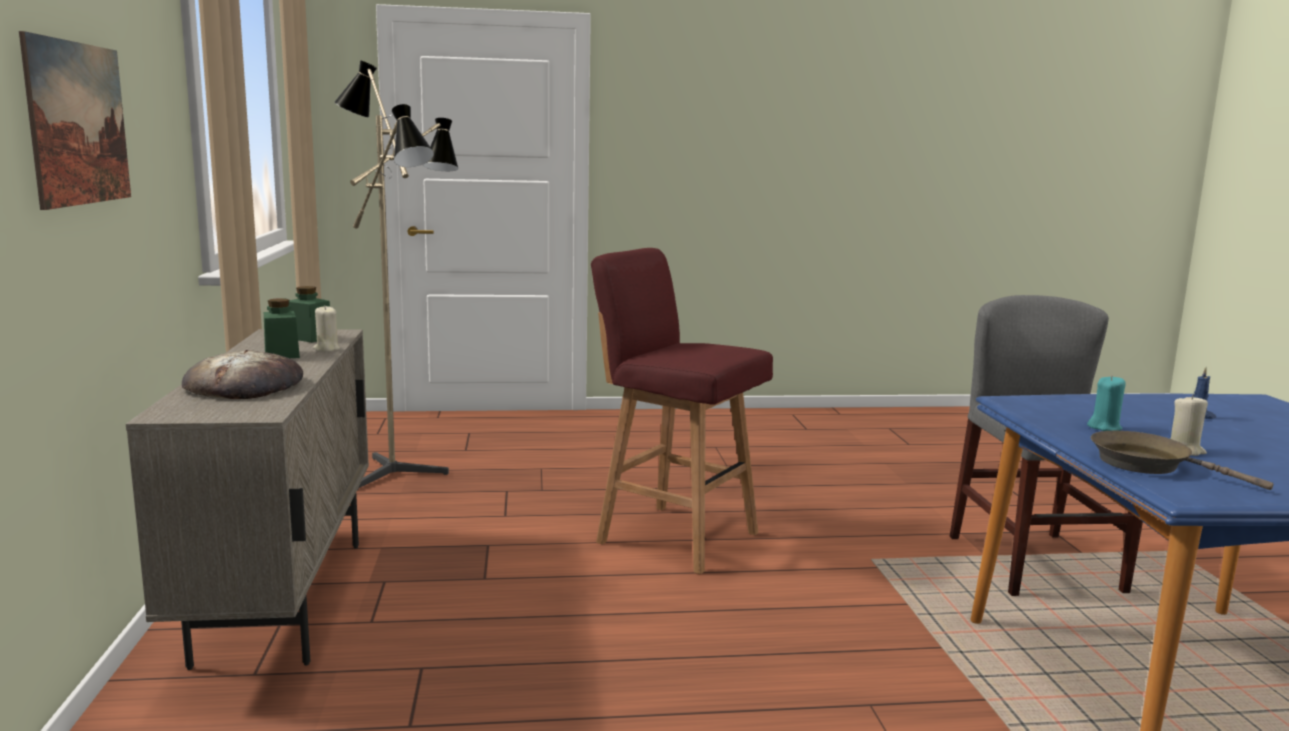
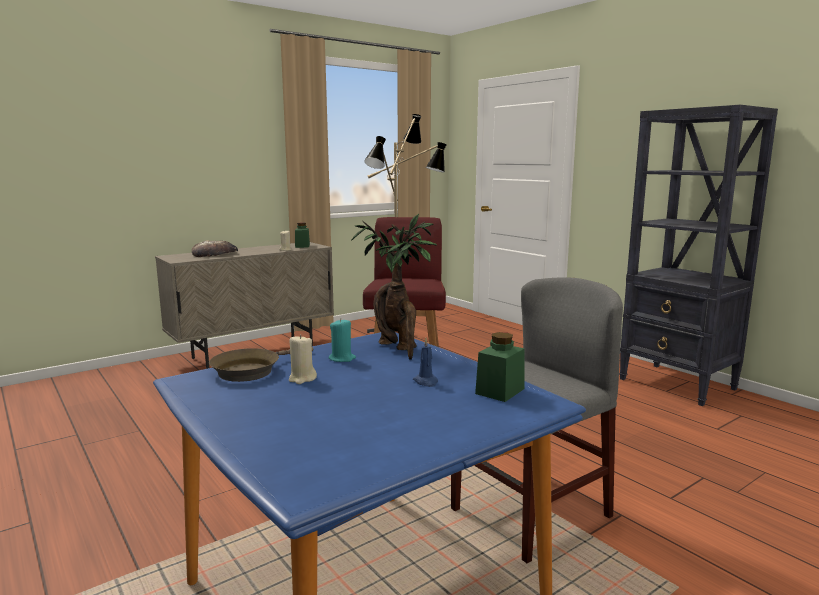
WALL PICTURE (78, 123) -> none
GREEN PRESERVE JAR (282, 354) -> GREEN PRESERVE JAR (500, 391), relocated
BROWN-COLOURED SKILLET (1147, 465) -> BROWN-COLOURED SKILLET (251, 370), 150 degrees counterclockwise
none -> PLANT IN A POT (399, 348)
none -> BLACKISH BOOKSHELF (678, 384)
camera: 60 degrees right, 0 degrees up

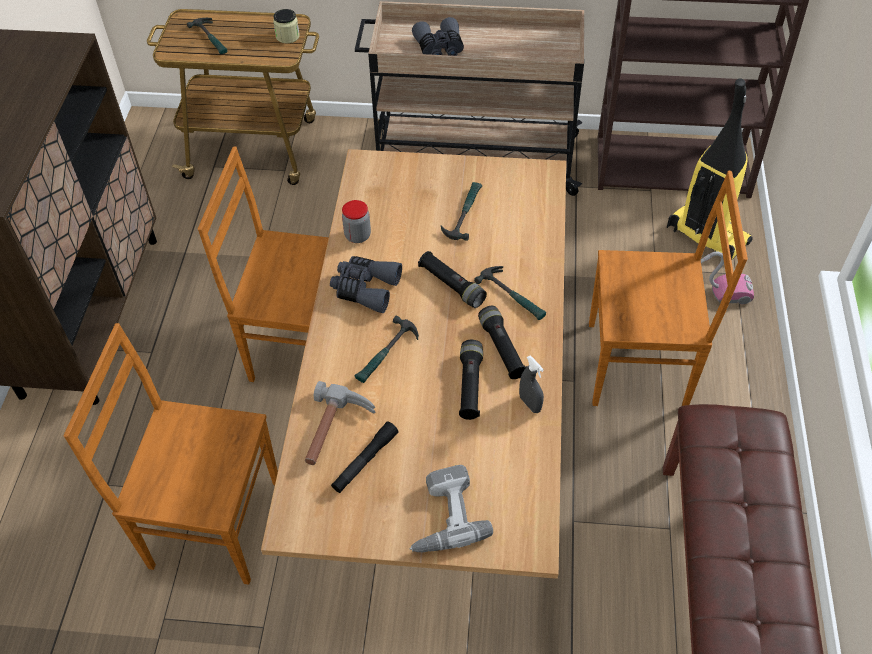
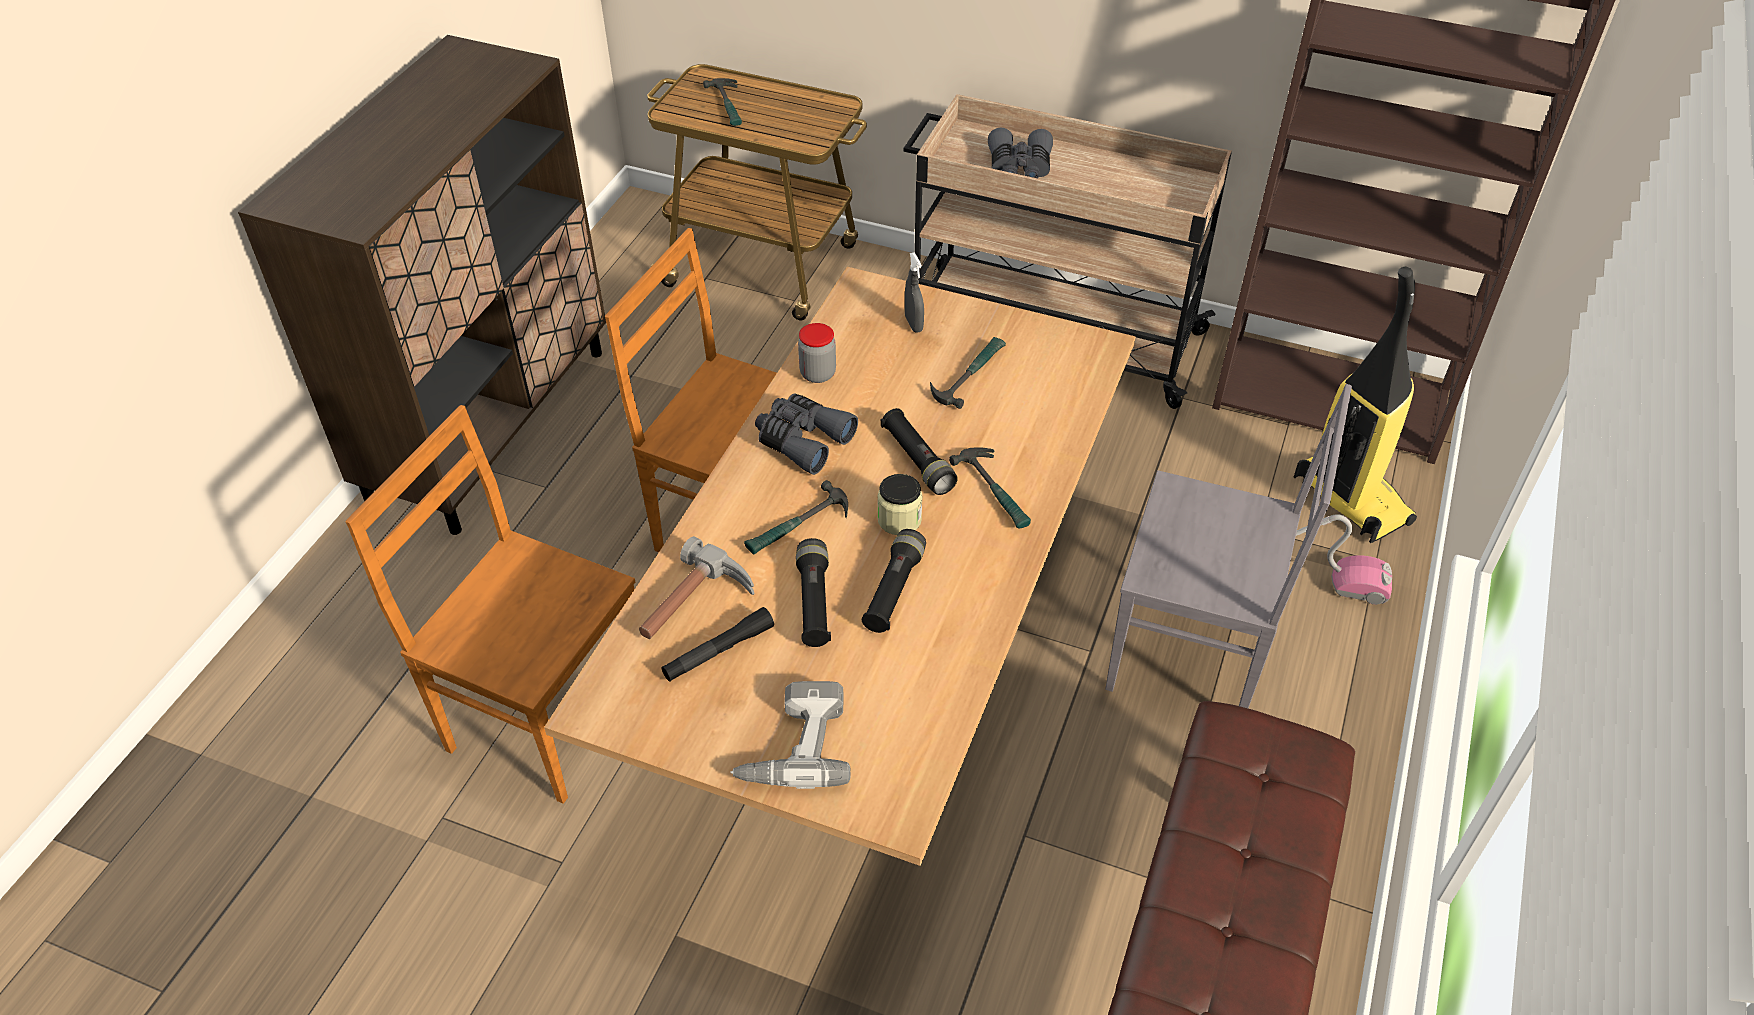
PRESERVE JAR (287, 36) -> PRESERVE JAR (899, 520), relocated
BLACKISH FLASHLIGHT (502, 349) -> BLACKISH FLASHLIGHT (814, 602), relocated
GREY SPRAYER (530, 404) -> GREY SPRAYER (913, 324), relocated
BROWN-COLOURED CHAIR (640, 365) -> GREY CHAIR (1193, 652)
camera: 15 degrees right, 5 degrees down

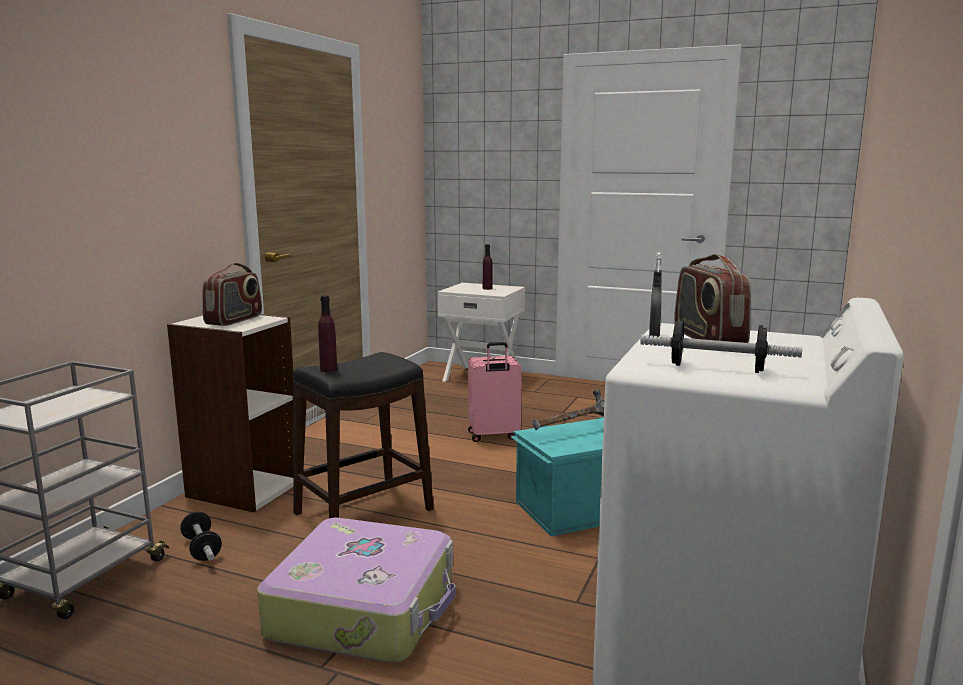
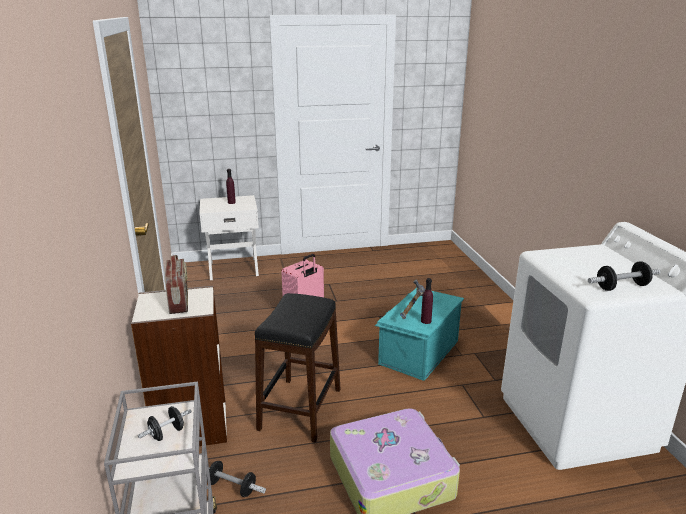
PURPLE DRINK BOTTLE (328, 369) -> PURPLE DRINK BOTTLE (426, 321), relocated
GREY SPRAYER (654, 335) -> none
RADIO (707, 339) -> none
none -> BLACKISH HAND WEIGHT (167, 433)
camera: 35 degrees left, 10 degrees up

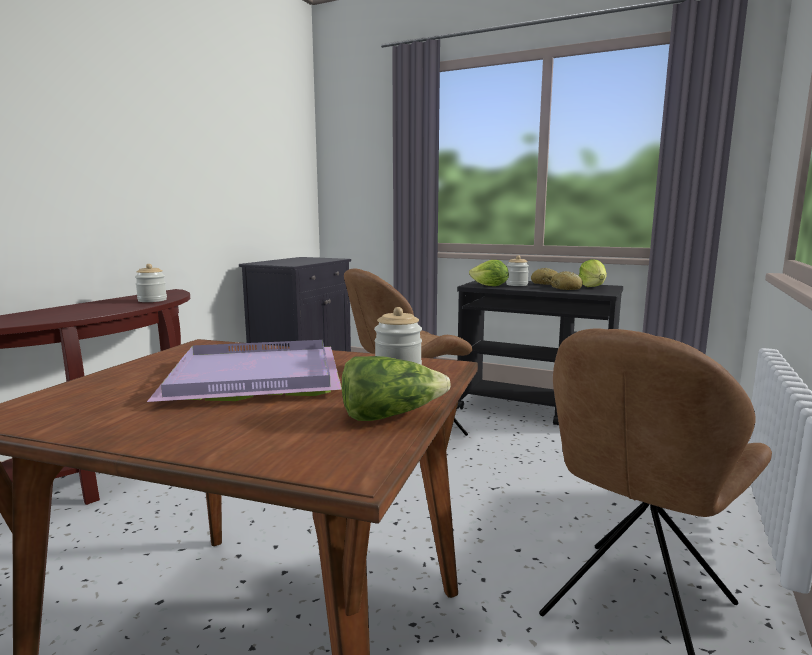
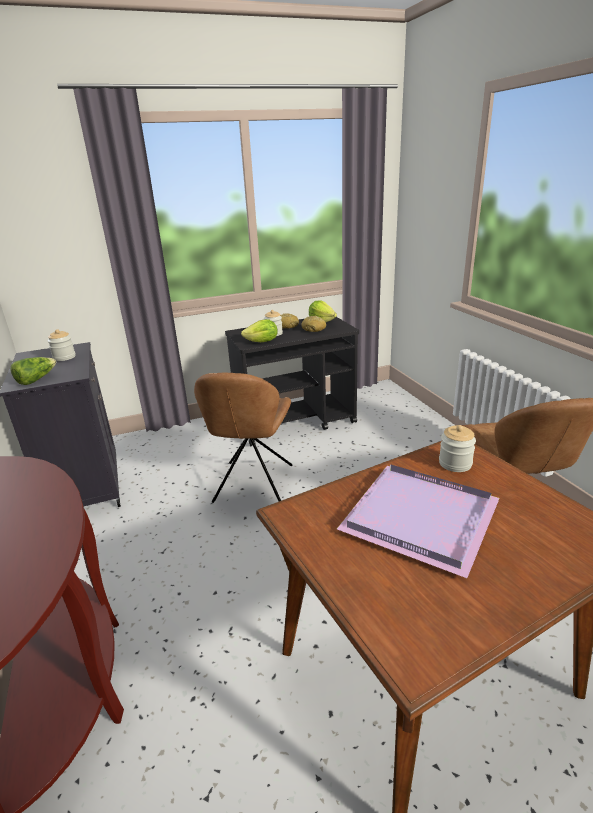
PRESERVE JAR (152, 300) -> PRESERVE JAR (64, 357), relocated
LETTUCE HEAD (390, 415) -> LETTUCE HEAD (36, 379), relocated
camera: 45 degrees left, 15 degrees up

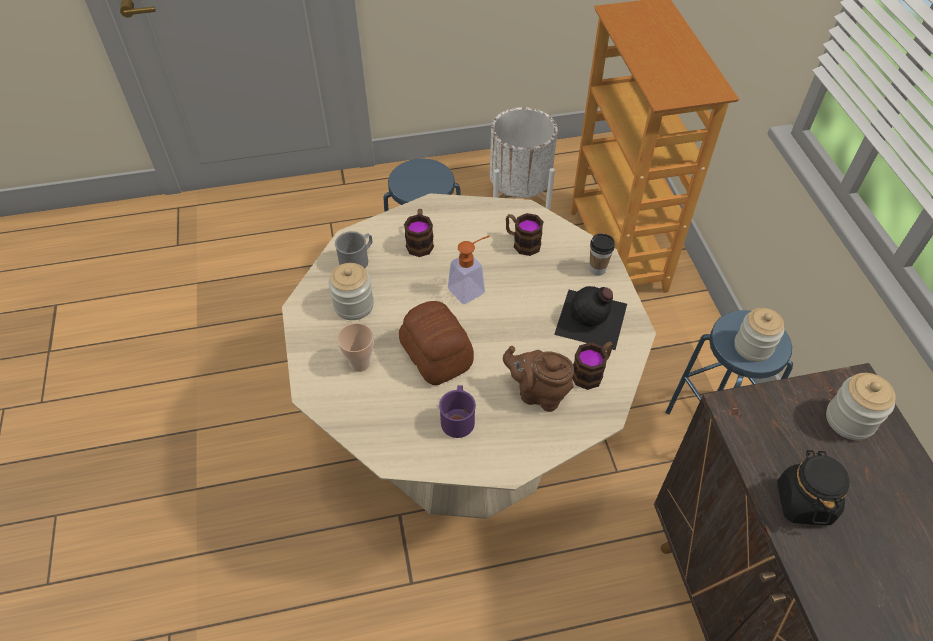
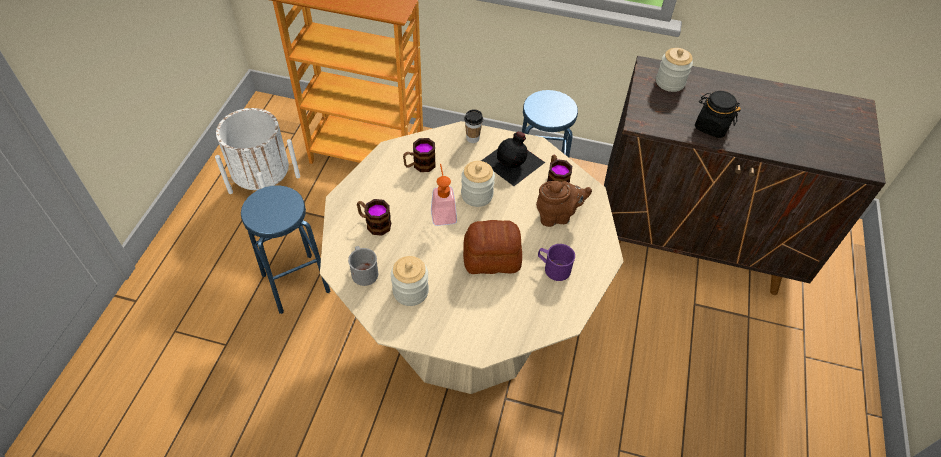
DRINKING CUP (360, 363) -> none
BROWN-COLOURED TEA POT (538, 393) -> BROWN-COLOURED TEA POT (557, 216), 150 degrees counterclockwise
PRESERVE JAR (753, 347) -> PRESERVE JAR (477, 195), relocated
camera: 65 degrees left, 0 degrees up

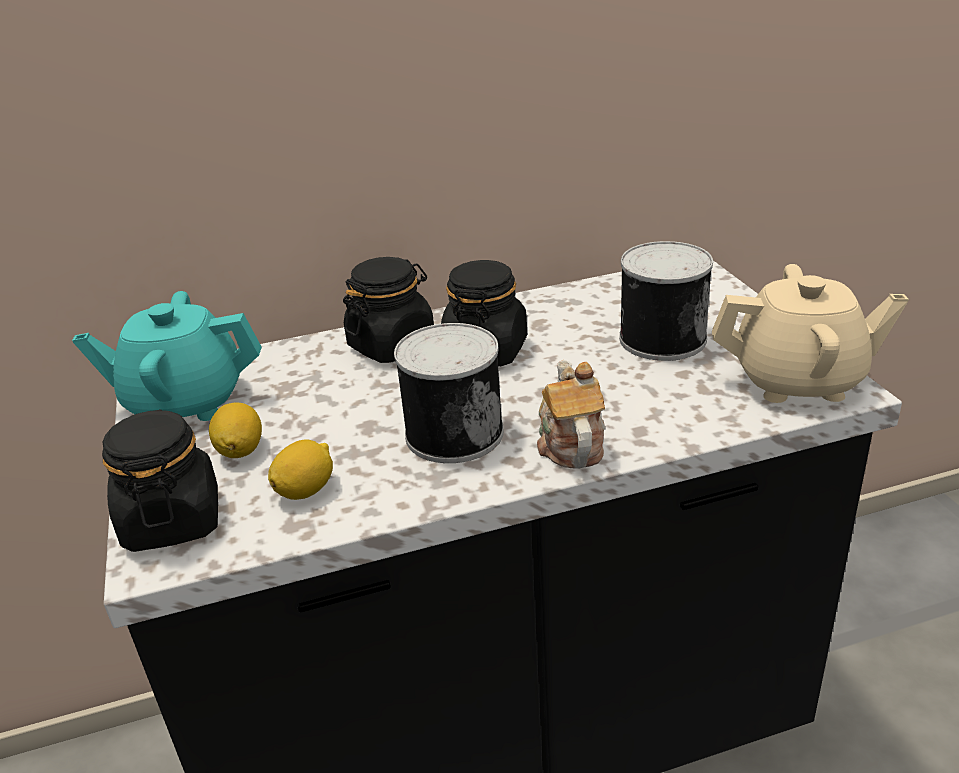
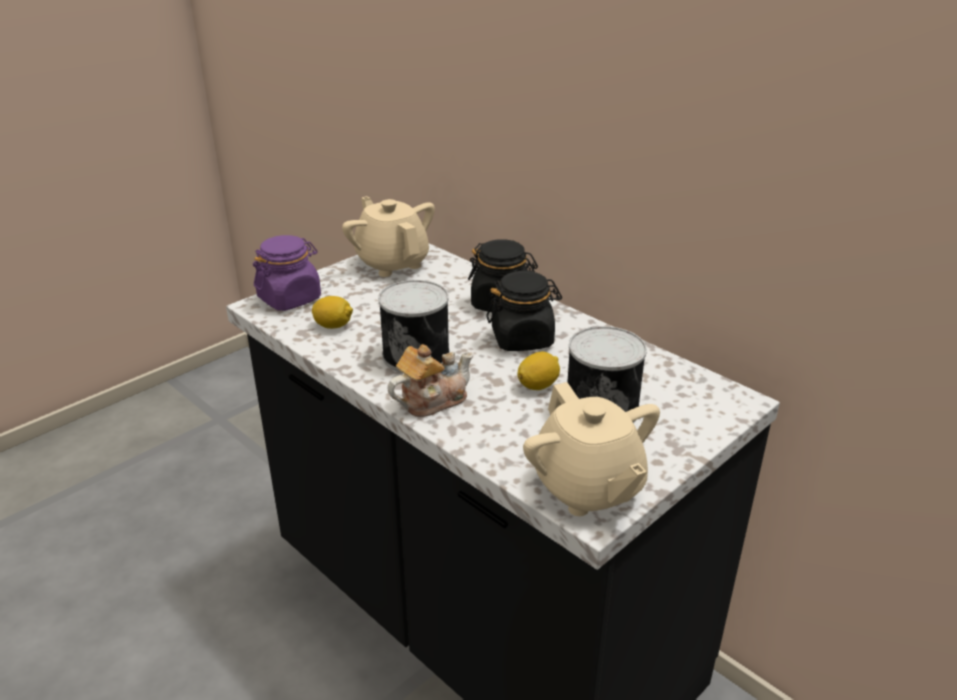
TURQUOISE-COLOURED TEA POT (186, 402) -> BEIGE TEA POT (392, 263)
BLACKISH PRESERVE JAR (173, 520) -> PURPLE PRESERVE JAR (290, 298)
CITRUS FRUIT (240, 450) -> CITRUS FRUIT (538, 385), relocated
camera: 60 degrees right, 0 degrees up

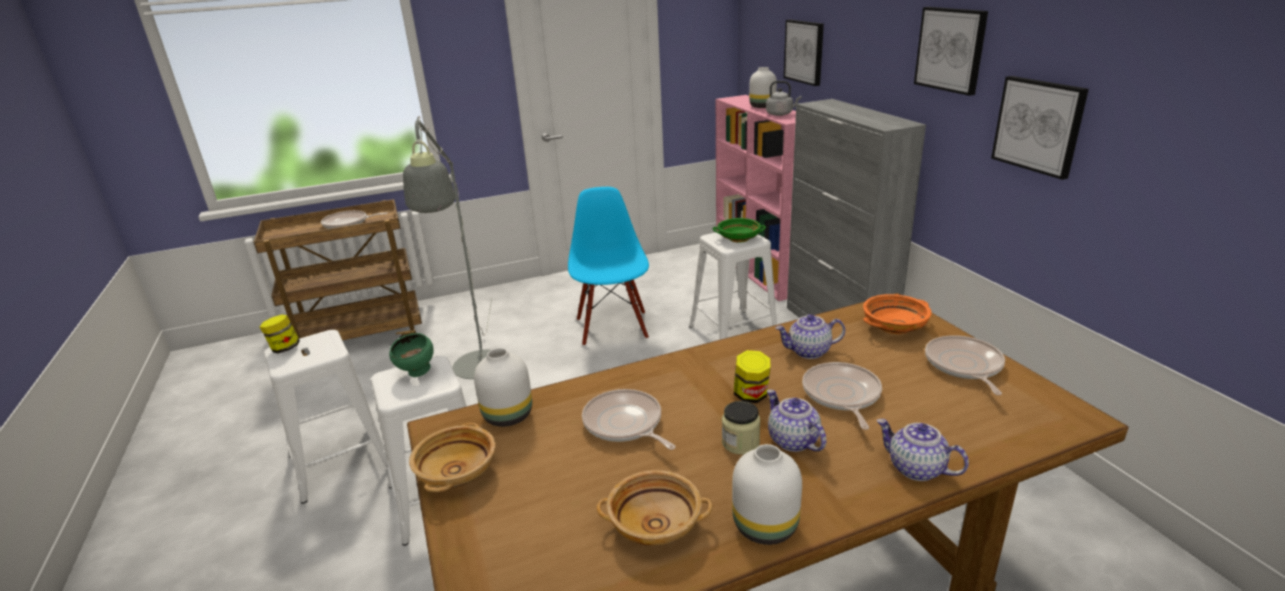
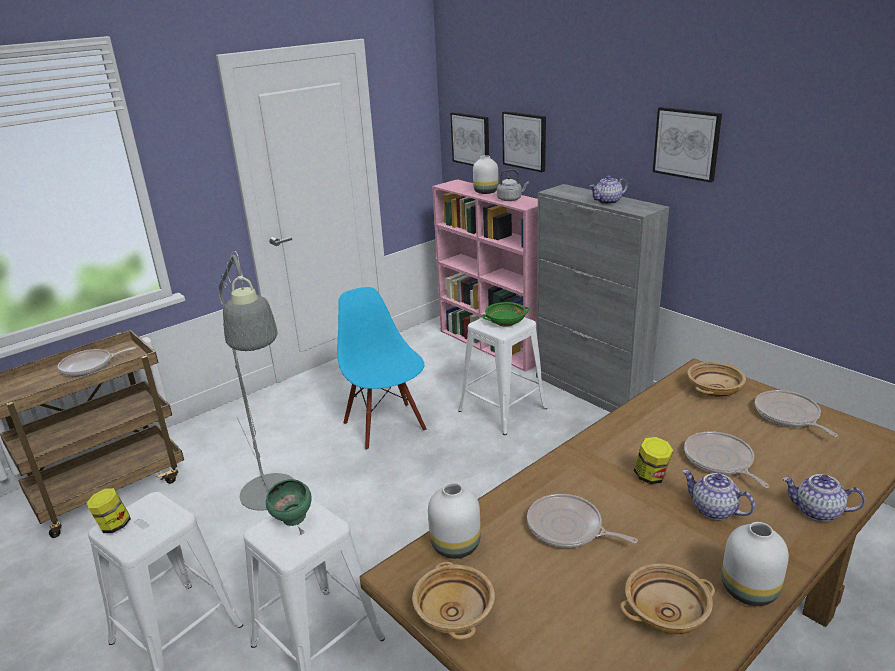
PRESERVE JAR (740, 443) -> none
TEA POT (808, 351) -> TEA POT (607, 202), relocated
ORANGE-COLOURED DEEP DISH (894, 326) -> BEIGE DEEP DISH (714, 390)
WALL PICTURE (1039, 125) -> WALL PICTURE (471, 139), relocated
camera: 20 degrees left, 0 degrees up

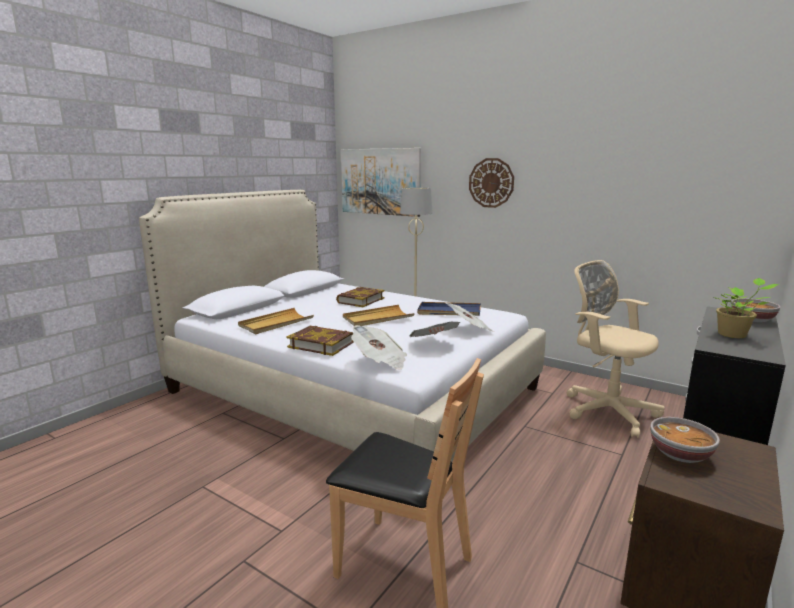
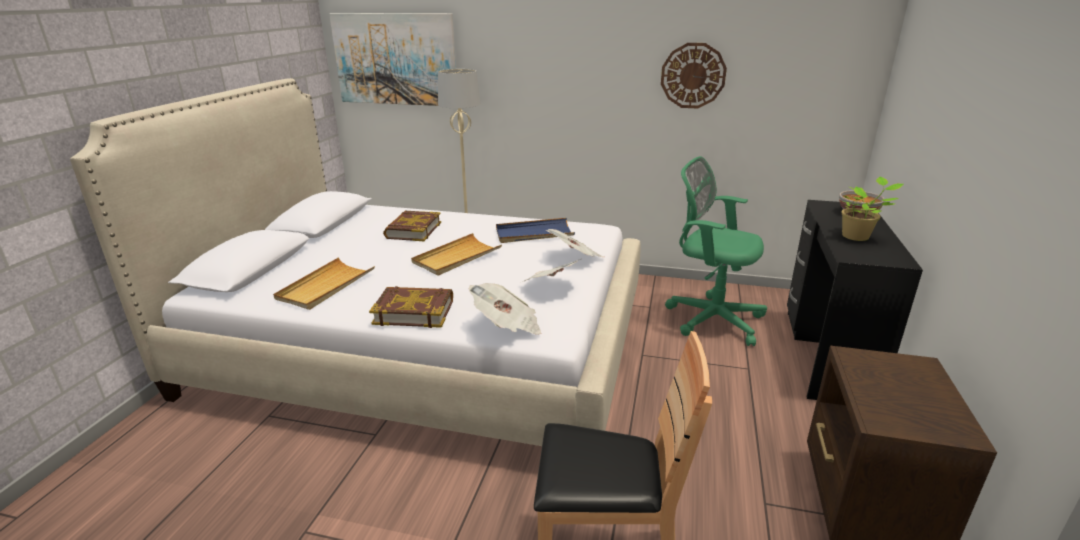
HANGING CLOCK (491, 183) -> HANGING CLOCK (693, 76), relocated
BEIGE OFFICE CHAIR (606, 410) -> GREEN OFFICE CHAIR (710, 318)
DEEP DISH (680, 454) -> none
camera: 20 degrees left, 10 degrees up

